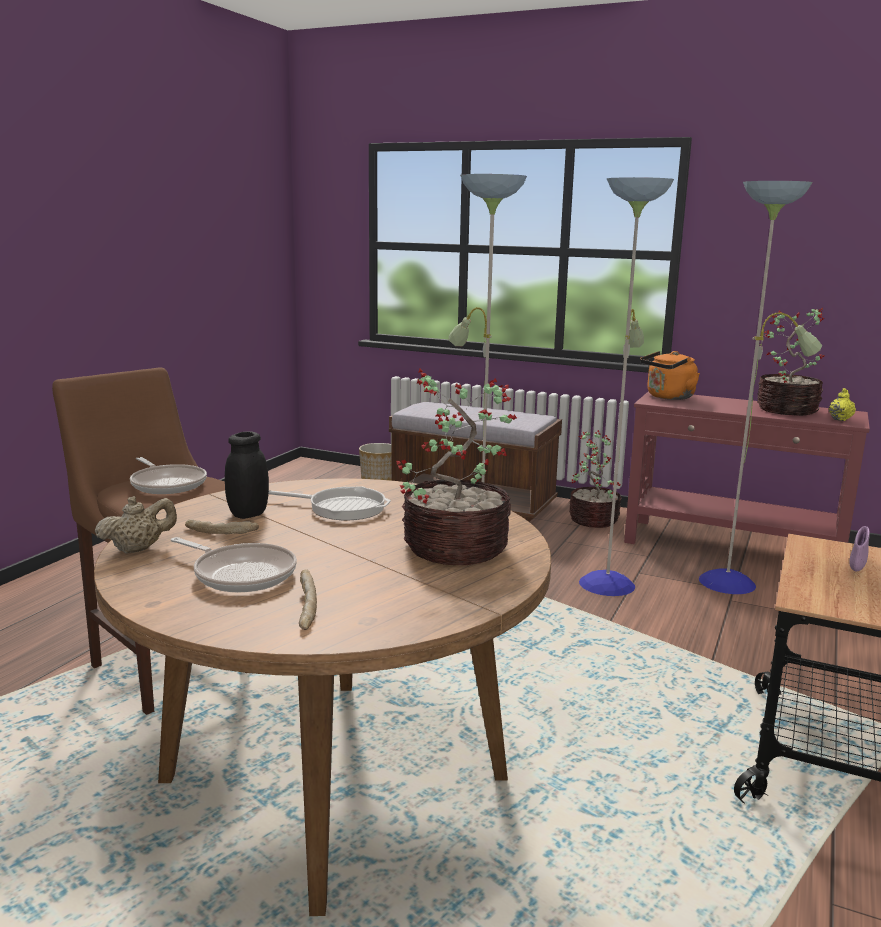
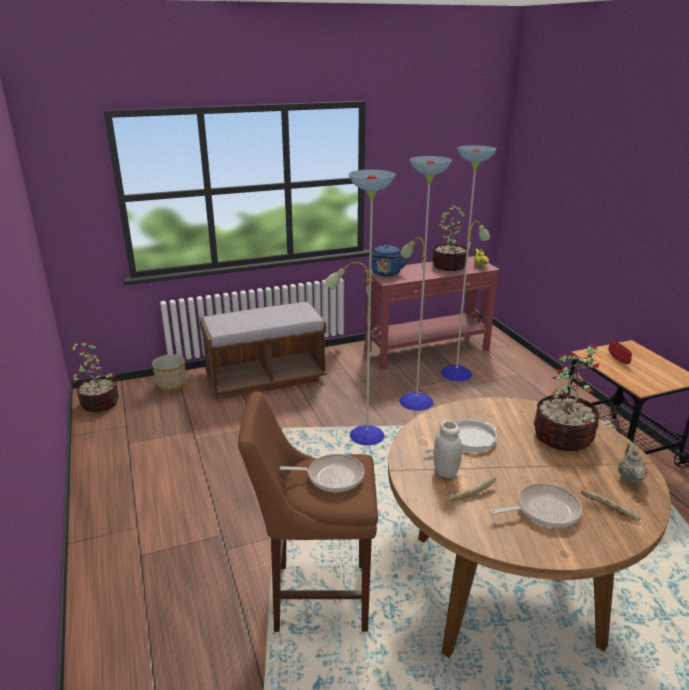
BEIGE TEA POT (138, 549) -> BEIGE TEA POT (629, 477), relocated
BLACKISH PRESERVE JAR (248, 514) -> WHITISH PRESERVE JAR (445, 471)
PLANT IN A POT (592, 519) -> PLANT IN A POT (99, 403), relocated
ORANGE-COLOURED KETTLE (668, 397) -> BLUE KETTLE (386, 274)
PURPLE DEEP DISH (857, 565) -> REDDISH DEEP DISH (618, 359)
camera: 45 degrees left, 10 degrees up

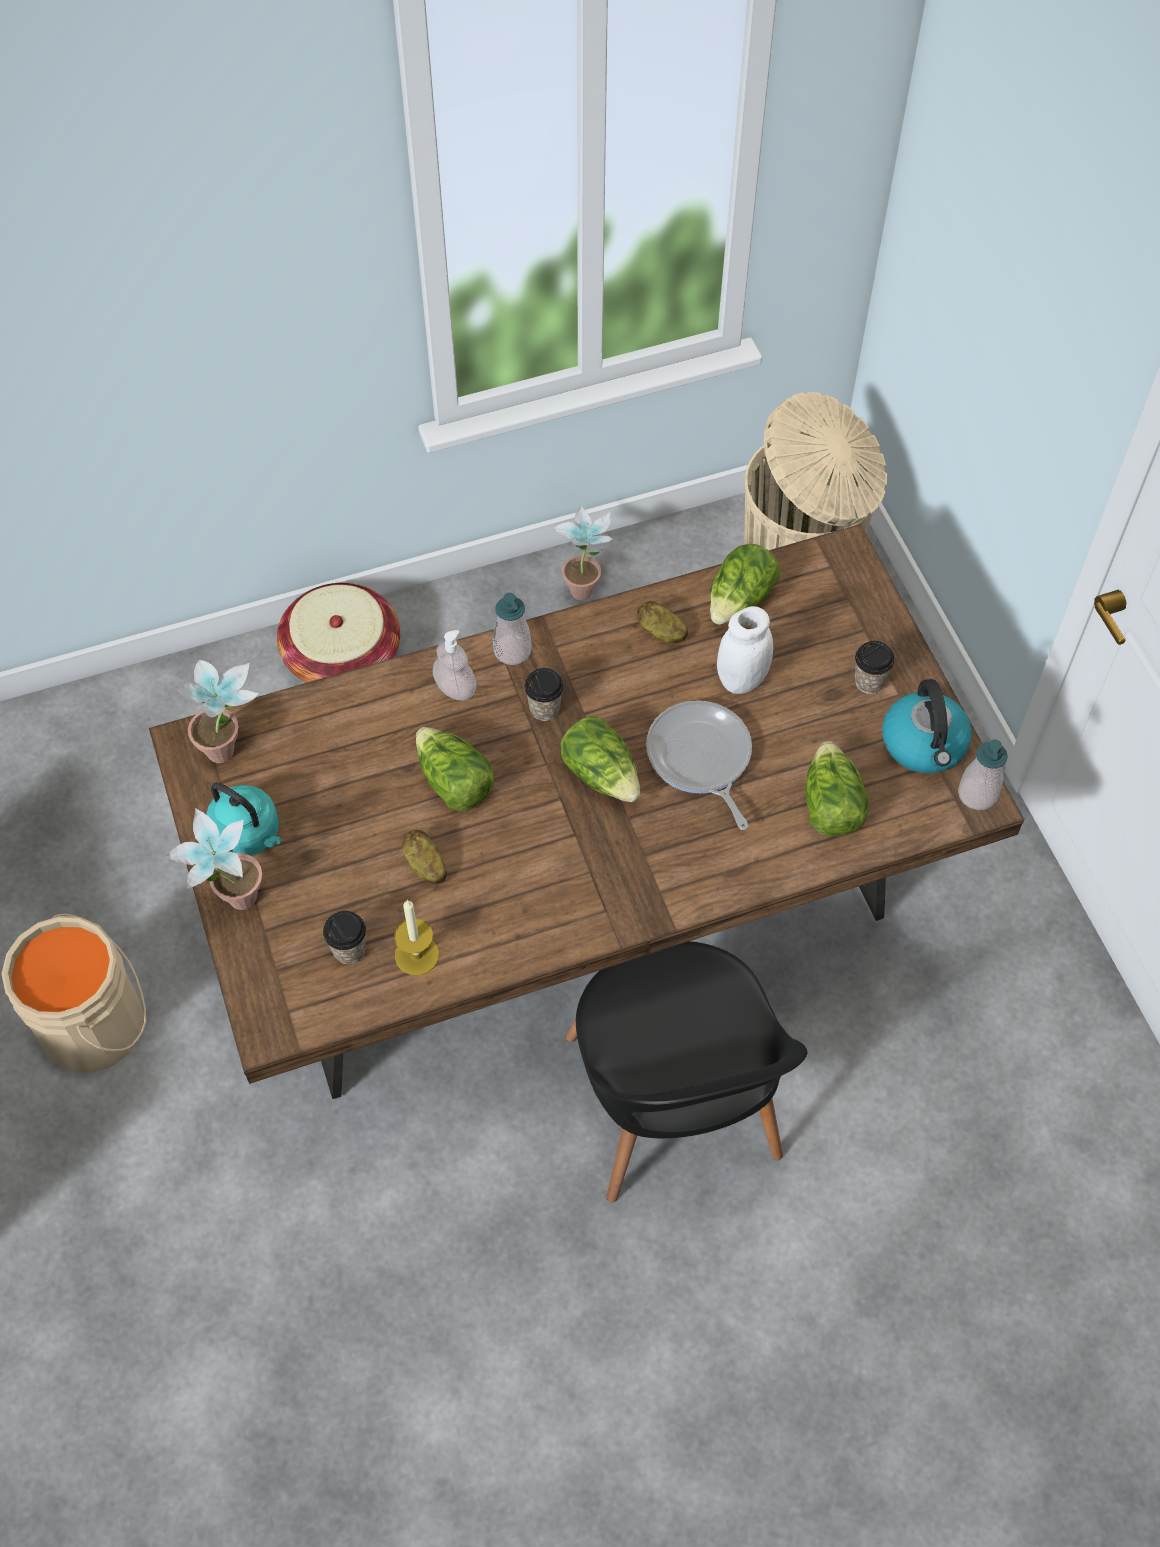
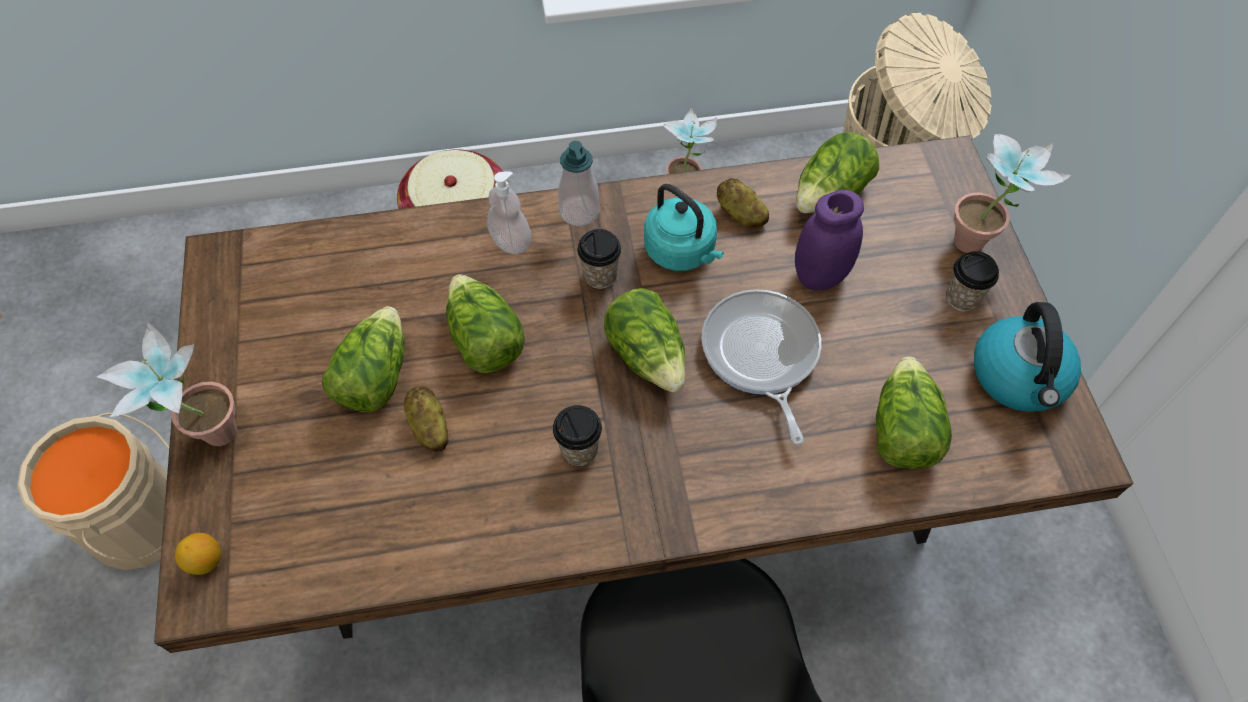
PLANT IN A POT (231, 750) -> PLANT IN A POT (979, 242), relocated
TURQUOISE-COLOURED KETTLE (249, 835) -> TURQUOISE-COLOURED KETTLE (682, 252), relocated
DRINKING CUP (349, 950) -> DRINKING CUP (579, 450), relocated
WAX CANDLE (417, 955) -> none
WHITISH PRESERVE JAR (742, 680) -> PURPLE PRESERVE JAR (820, 276)
SOAP BOTTLE (977, 794) -> none
none -> CITRUS FRUIT (206, 561)
none -> LETTUCE HEAD (374, 376)
camera: 10 degrees right, 0 degrees up

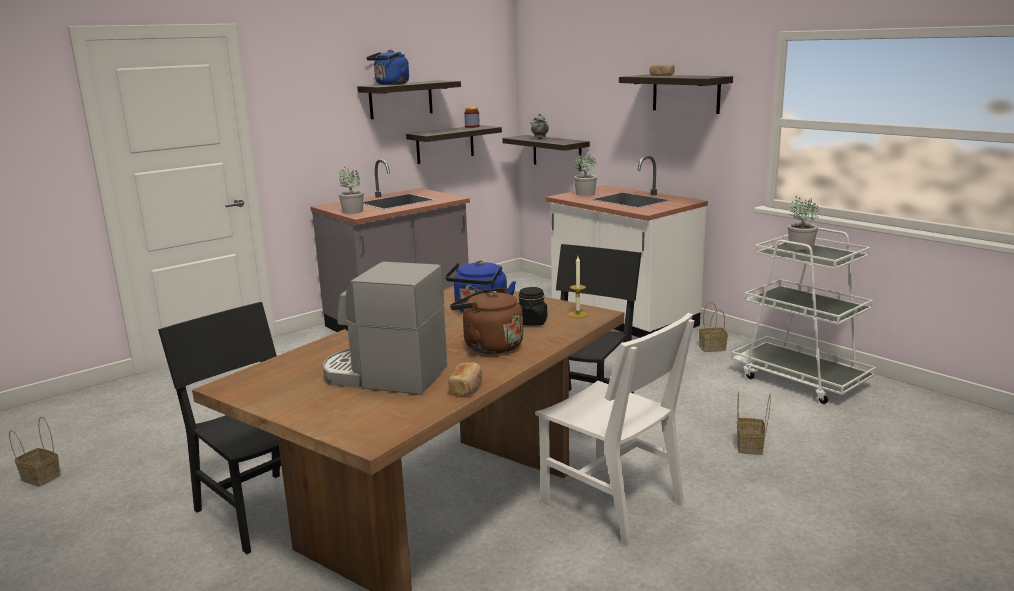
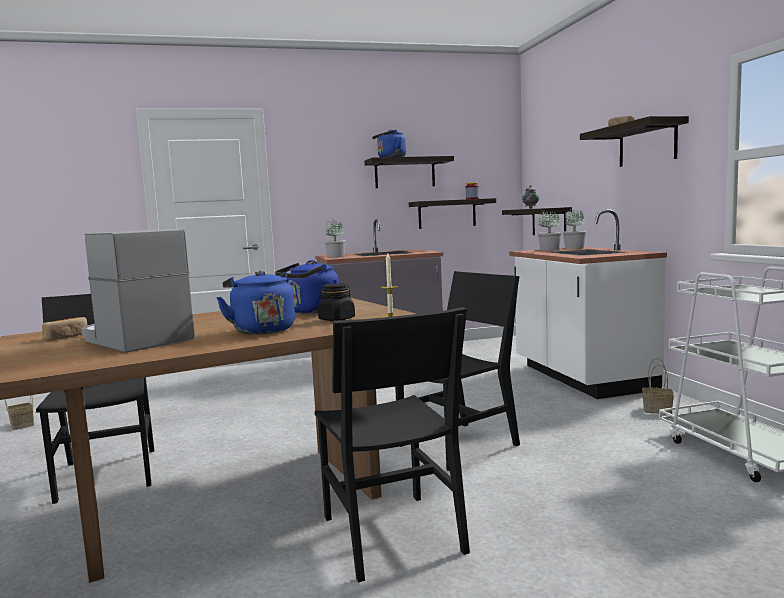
BAKERY BREAD (467, 387) -> BAKERY BREAD (66, 337), relocated
BROWN-COLOURED KETTLE (489, 346) -> BLUE KETTLE (261, 330)
WHITISH CHAIR (611, 503) -> BLACKISH CHAIR (391, 534)
STORAGE BASKET (750, 447) -> none
PLANT IN A POT (800, 247) -> PLANT IN A POT (574, 248), relocated
camera: 25 degrees right, 10 degrees down

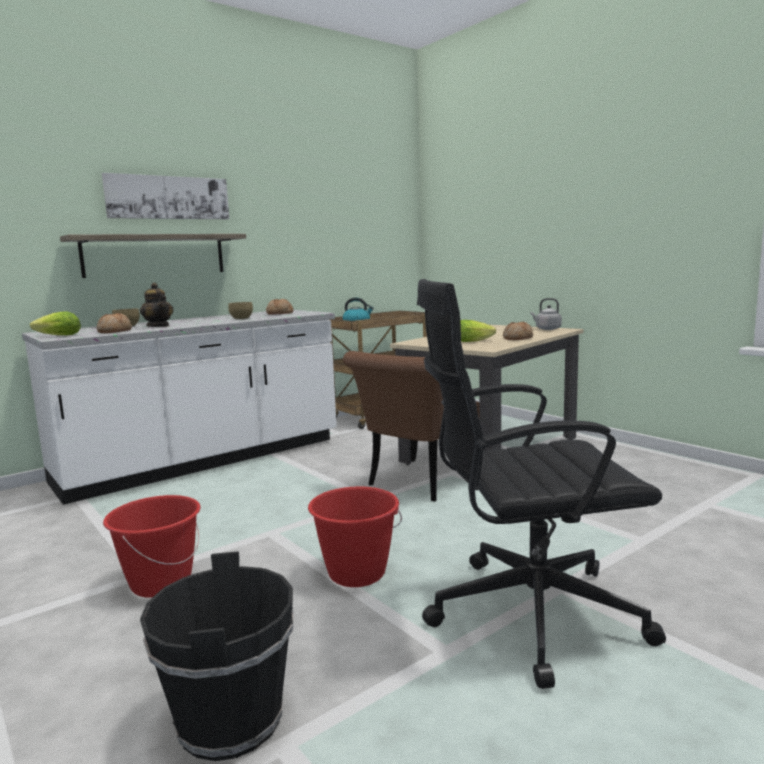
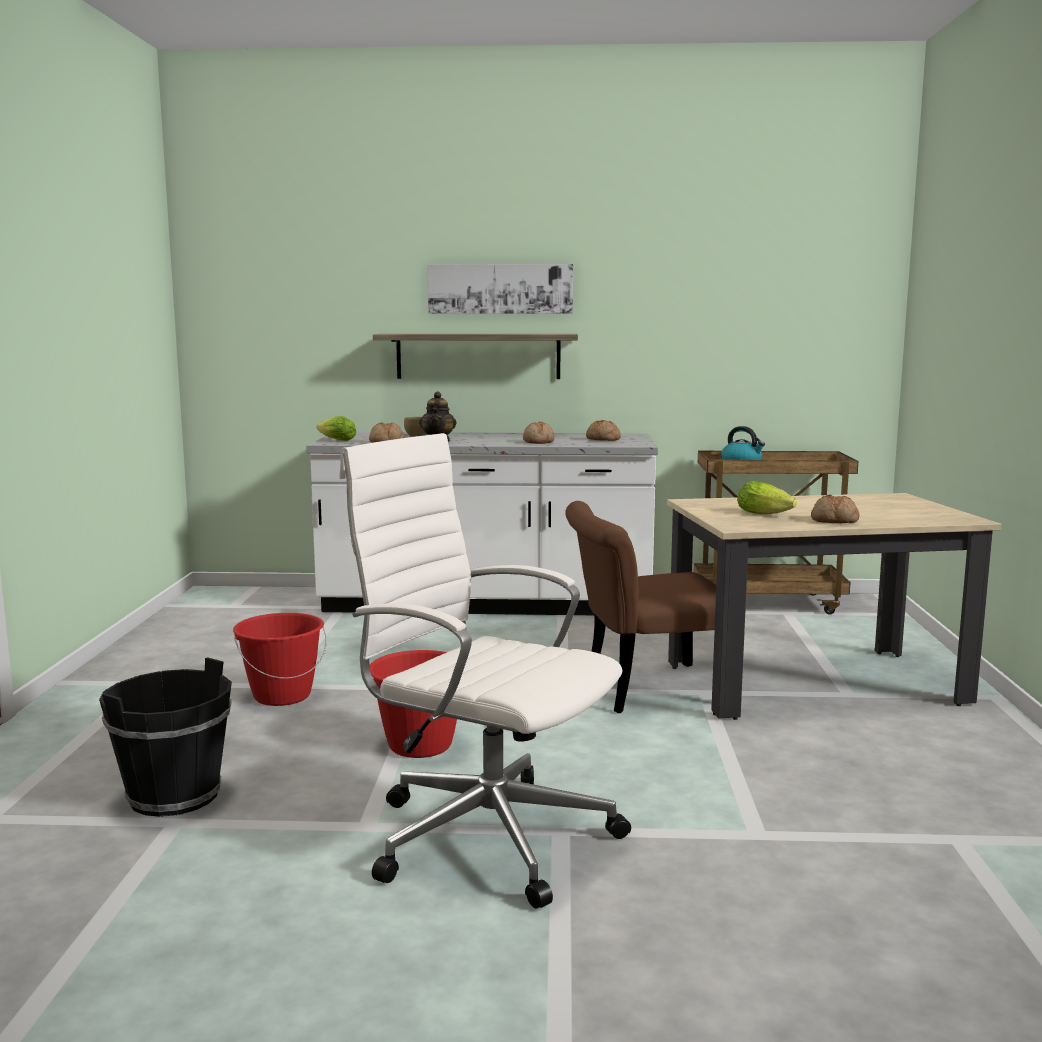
BROWN-COLOURED DEEP DISH (242, 319) -> BAKERY BREAD (539, 442)
BLACKISH OFFICE CHAIR (528, 614) -> WHITISH OFFICE CHAIR (485, 834)
GREY KETTLE (546, 329) -> none
camera: 40 degrees right, 0 degrees up

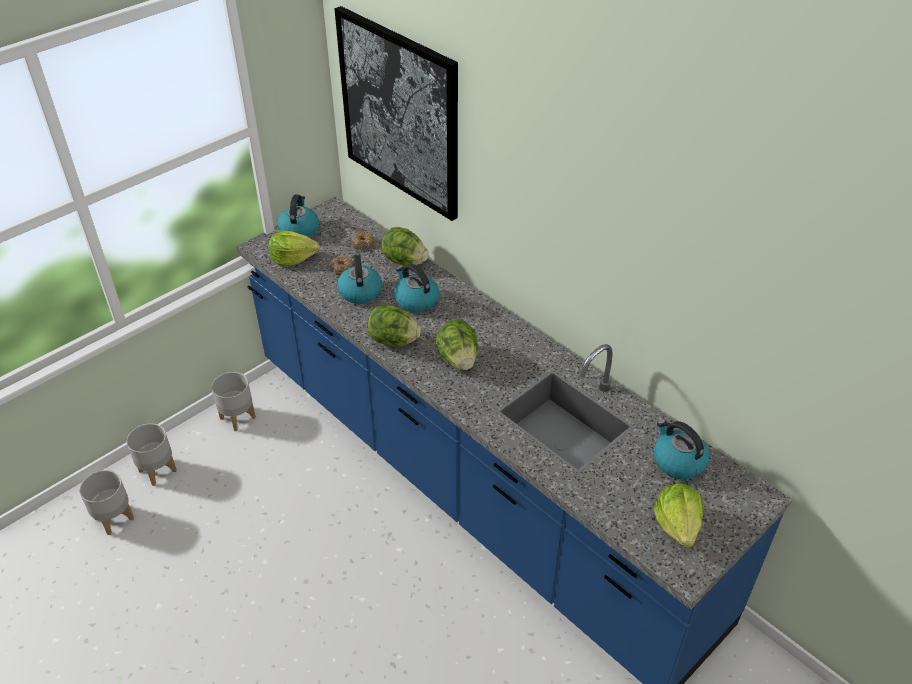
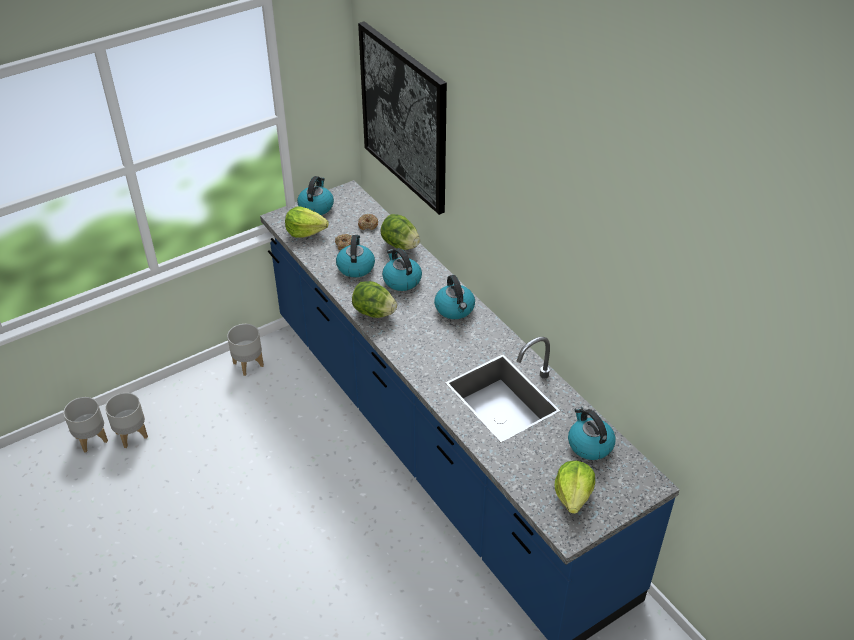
GREY FLOWER POT (157, 470) -> GREY FLOWER POT (91, 439), relocated
LETTUCE HEAD (458, 359) -> none
none -> KETTLE (455, 309)
camera: 10 degrees right, 0 degrees up

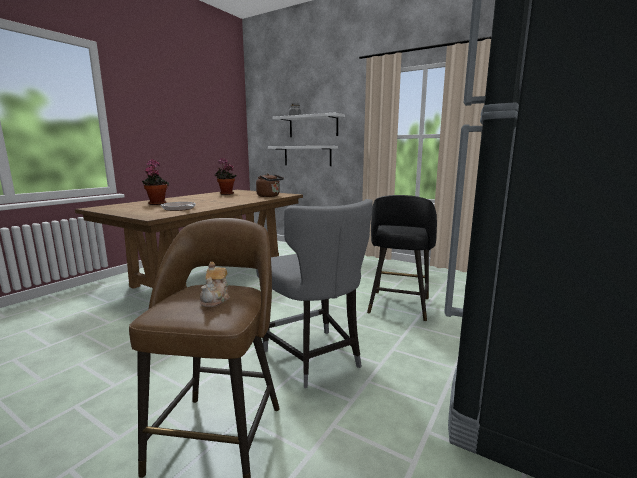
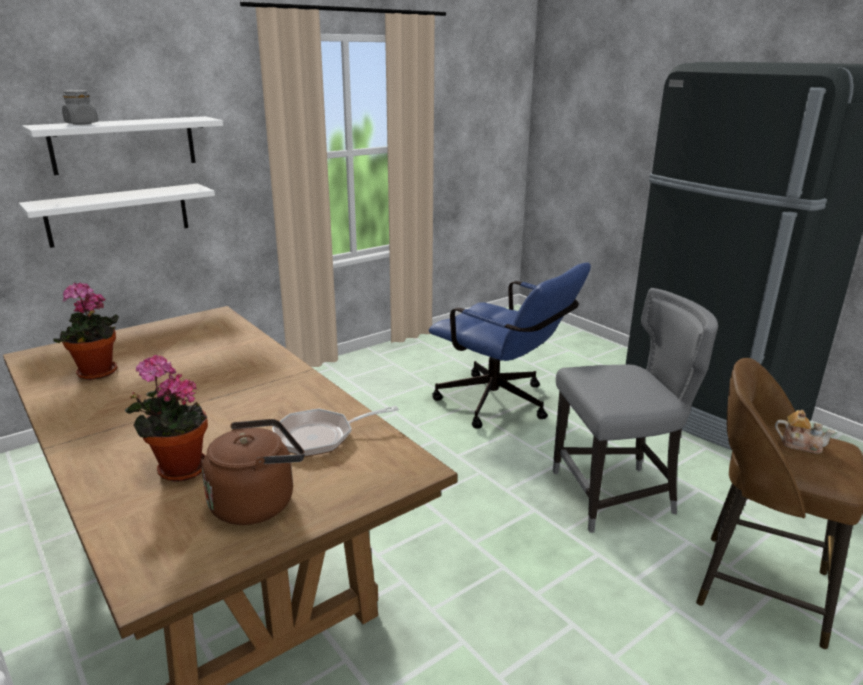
BROWN-COLOURED KETTLE (269, 196) -> BROWN-COLOURED KETTLE (258, 502), relocated
BLACKISH STOOL (398, 306) -> BLUE OFFICE CHAIR (502, 405)
camera: 70 degrees left, 10 degrees up

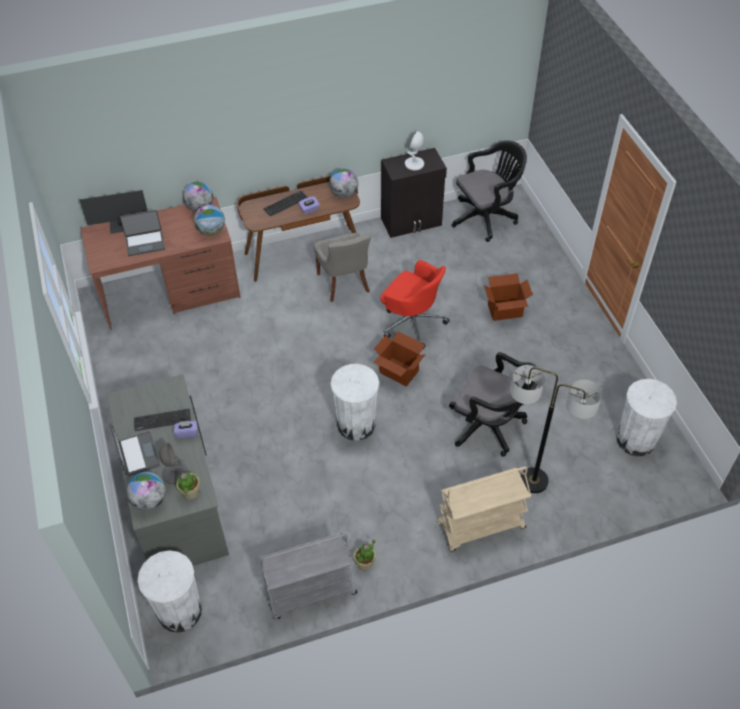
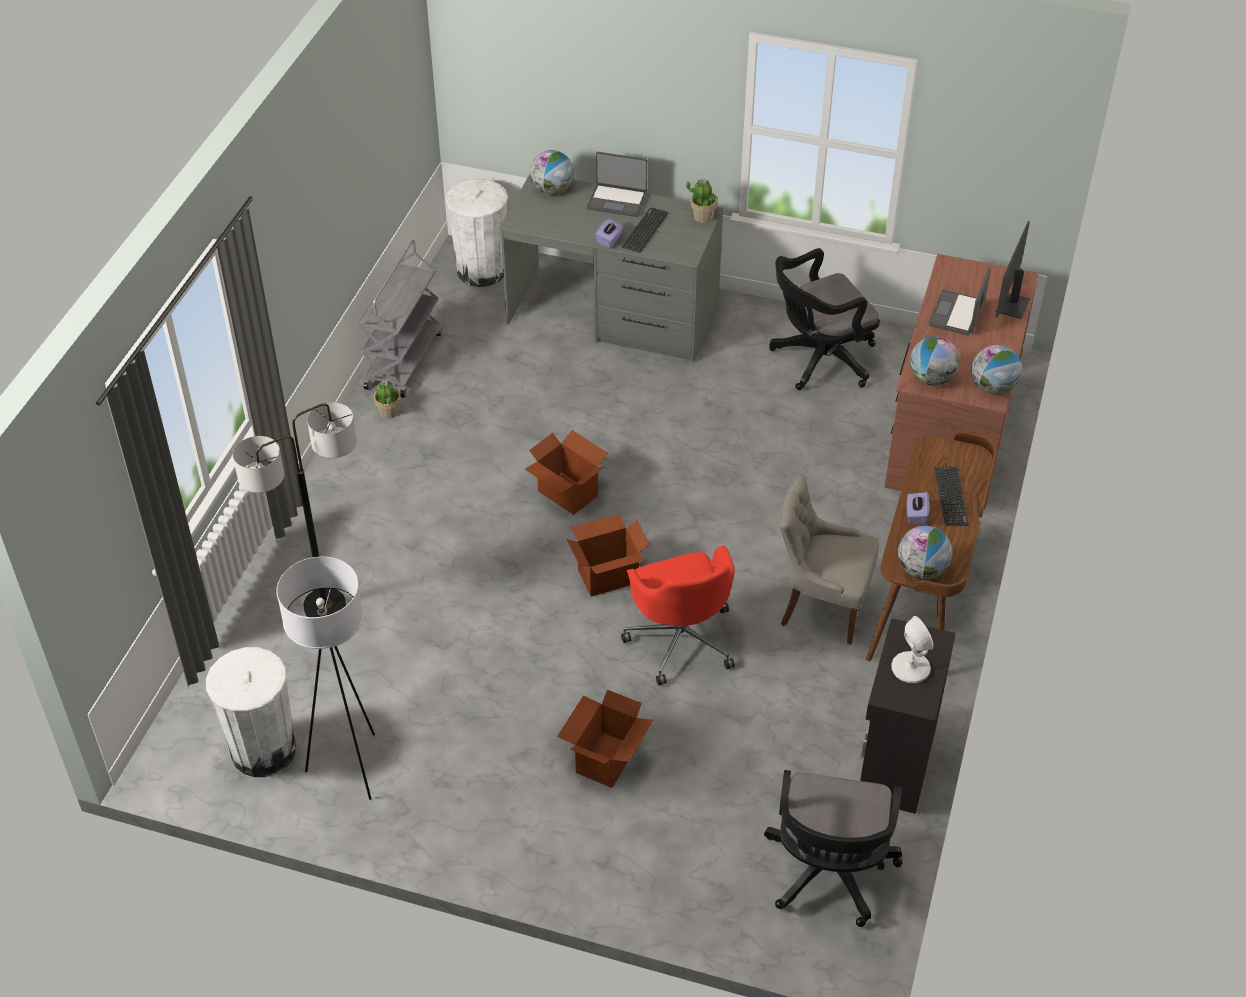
GREY LAMP FOR A TABLE (174, 473) -> none
PLANT IN A POT (190, 492) -> PLANT IN A POT (703, 216), relocated
WHITISH RUBBISH BIN (356, 424) -> CARTON (567, 494)
REDDISH OFFICE CHAIR (412, 322) -> REDDISH OFFICE CHAIR (681, 639), 90 degrees counterclockwise
BEIGE TROLLEY (480, 526) -> none
BLACKISH OFFICE CHAIR (490, 426) -> BLACKISH OFFICE CHAIR (818, 360), relocated
none -> WHITISH STANDARD LAMP (351, 767)
camera: 125 degrees right, 5 degrees down

